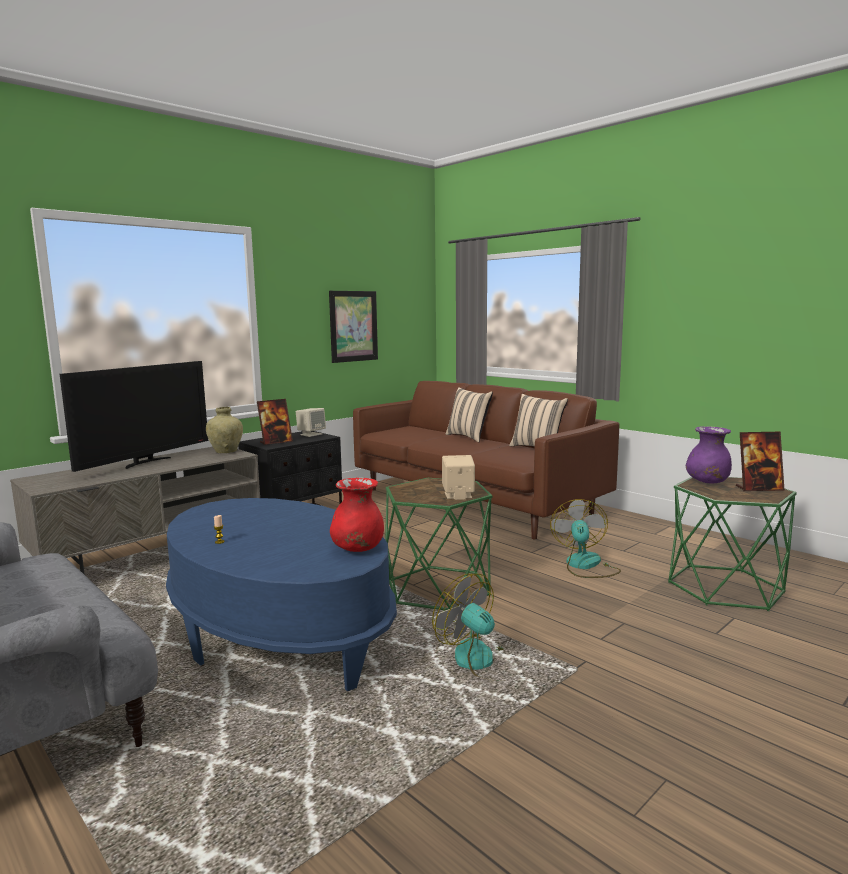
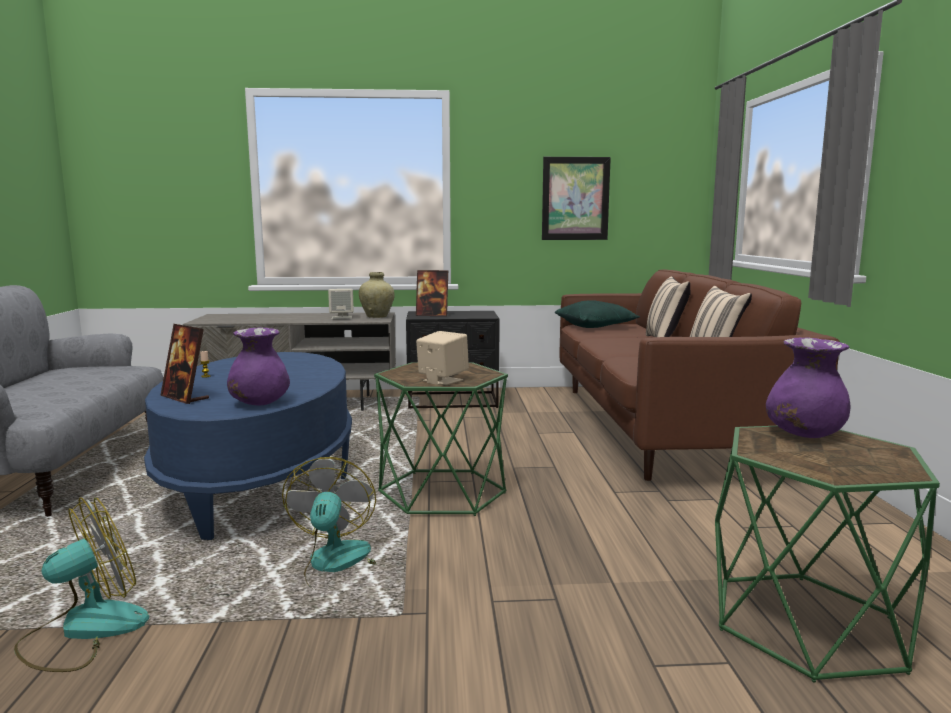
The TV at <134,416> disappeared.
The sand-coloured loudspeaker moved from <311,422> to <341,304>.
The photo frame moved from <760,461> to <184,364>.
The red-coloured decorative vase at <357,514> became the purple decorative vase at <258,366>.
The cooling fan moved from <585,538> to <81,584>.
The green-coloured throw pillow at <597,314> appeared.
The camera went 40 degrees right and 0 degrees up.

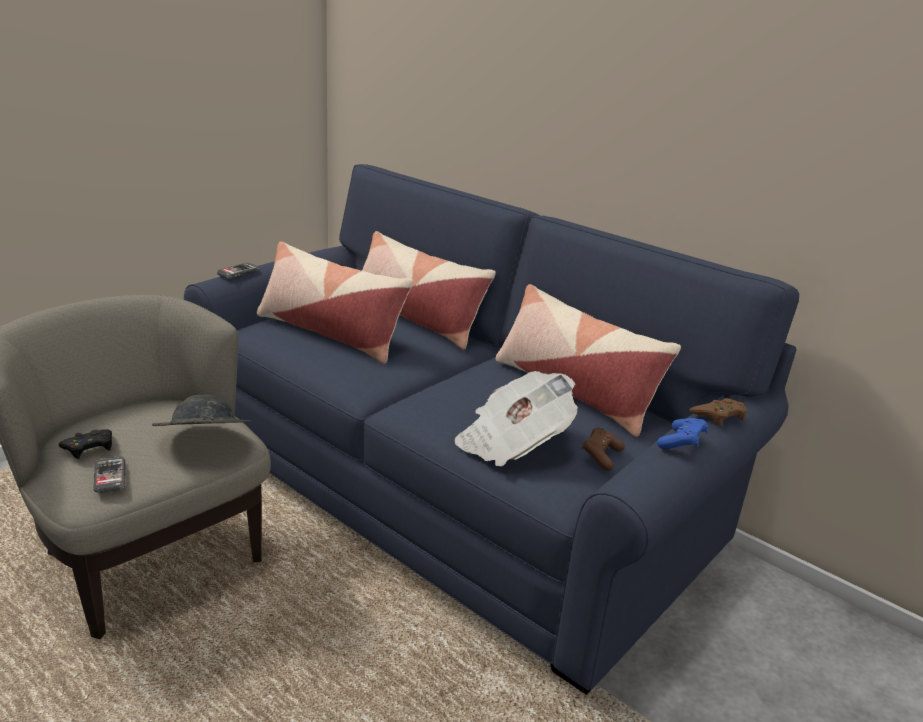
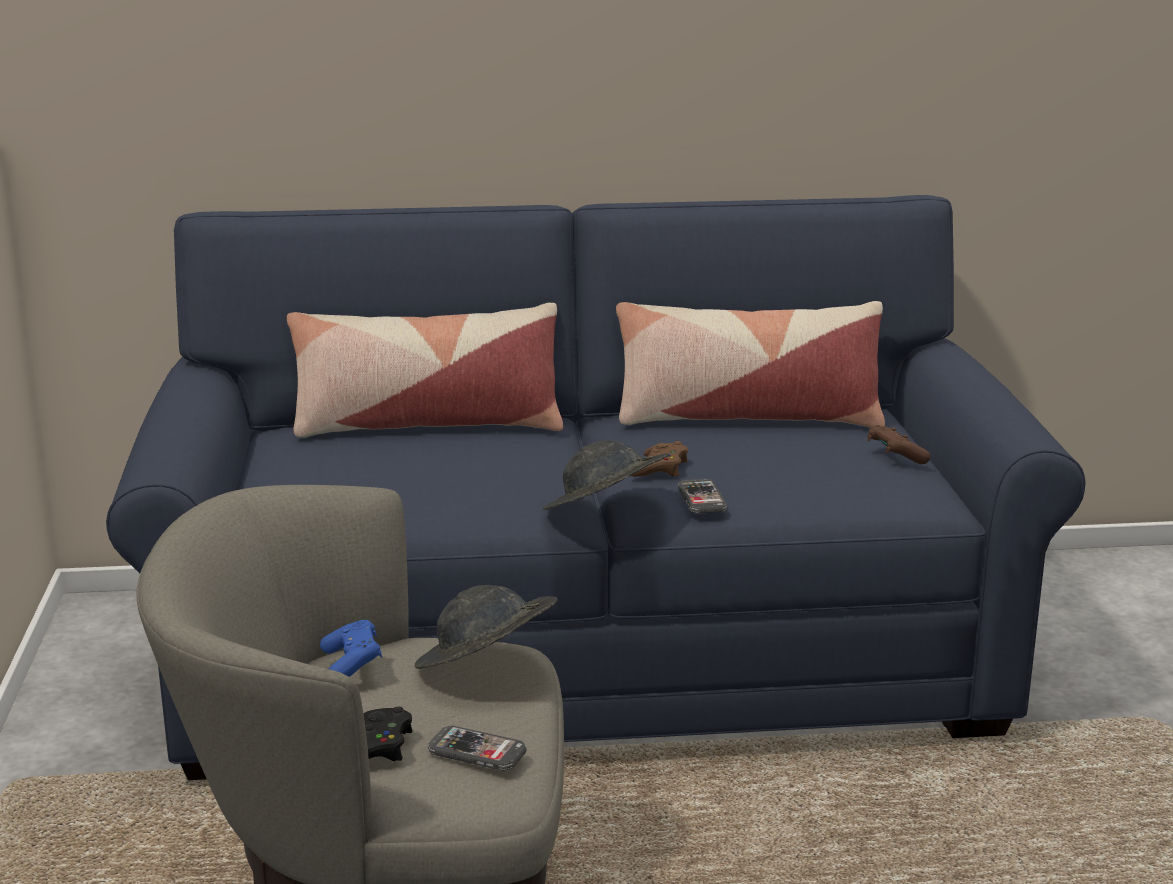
The throw pillow at <335,302> disappeared.
The handset moved from <238,271> to <703,496>.
The printed paper at <516,419> disappeared.
The brown-coloured joypad moved from <718,412> to <659,459>.
The blue joypad moved from <682,433> to <351,648>.
The greyish hat at <606,475> appeared.
The camera went 45 degrees left and 5 degrees down.

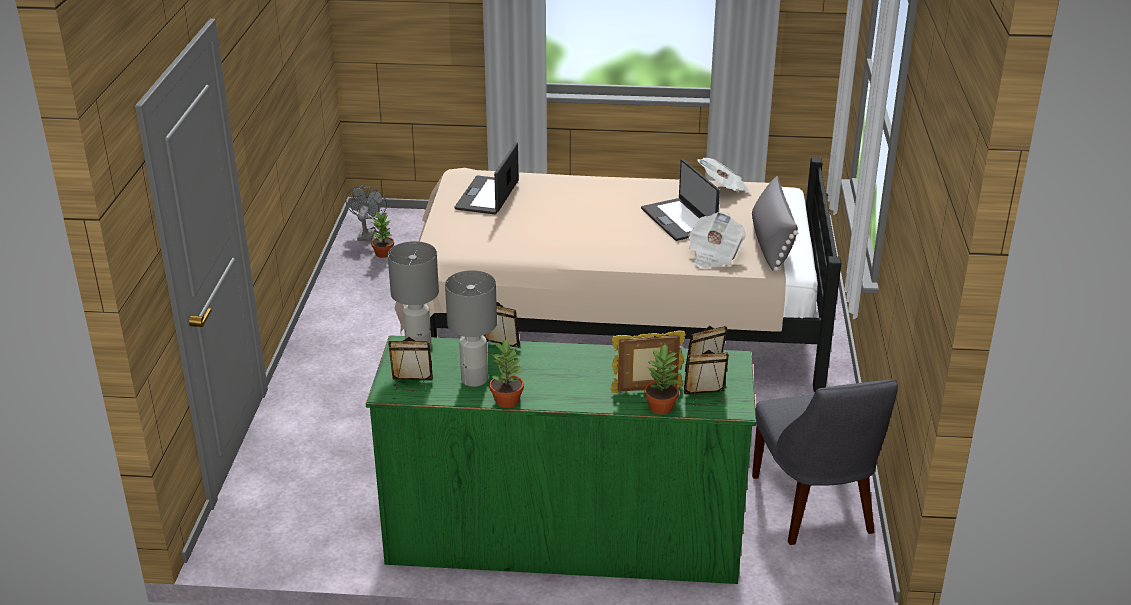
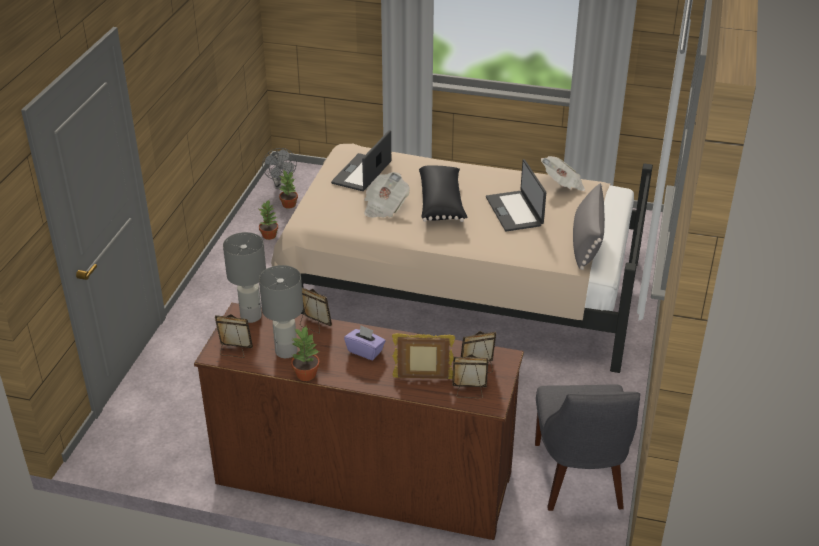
The greyish cooling fan at <366,213> turned 150 degrees clockwise.
The printed paper moved from <717,240> to <387,195>.
The green-coloured drawer chest at <561,459> became the brown-coloured drawer chest at <359,421>.
The houseplant moved from <662,379> to <268,220>.
The blackish throw pillow at <443,193> appeared.
The purple box of tissues at <365,342> appeared.
The camera went 10 degrees right and 5 degrees up.

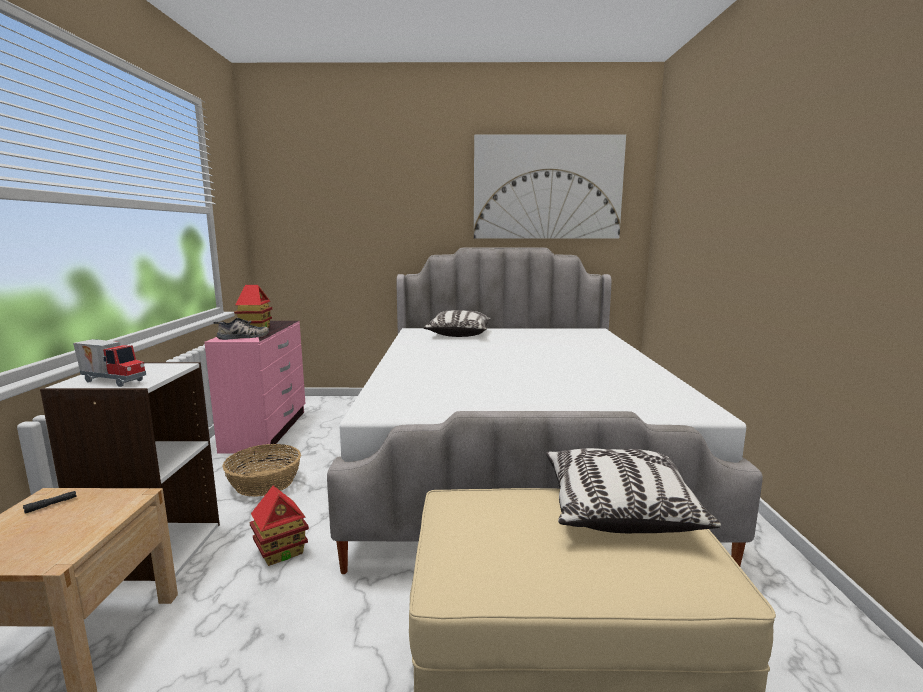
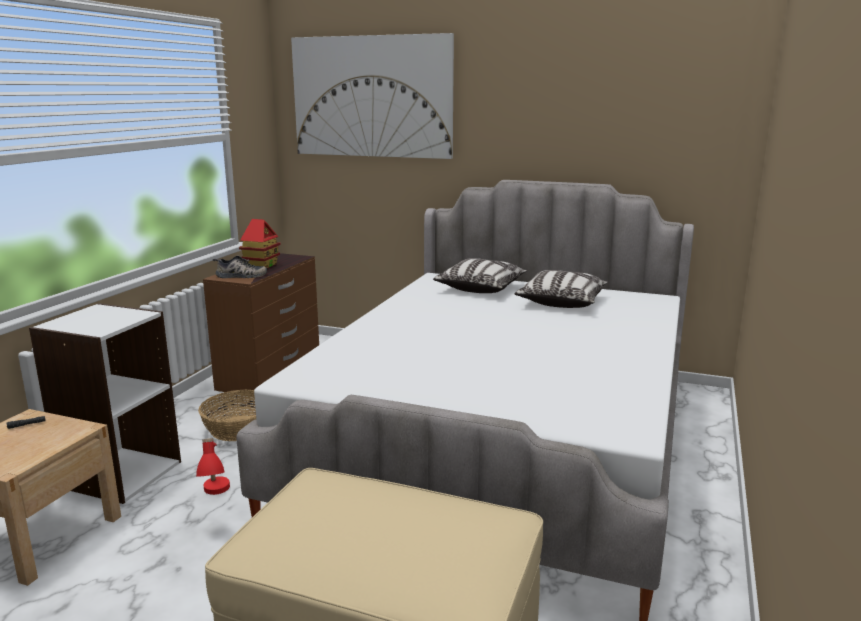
The picture moved from <550,186> to <372,96>.
The pinkish drawer chest at <254,387> became the brown-coloured drawer chest at <261,324>.
The toy lorry at <109,363> disappeared.
The throw pillow moved from <633,490> to <561,289>.
The toy house at <279,526> was replaced by the red-coloured tabletop lamp at <213,466>.
The camera went 20 degrees right and 5 degrees up.

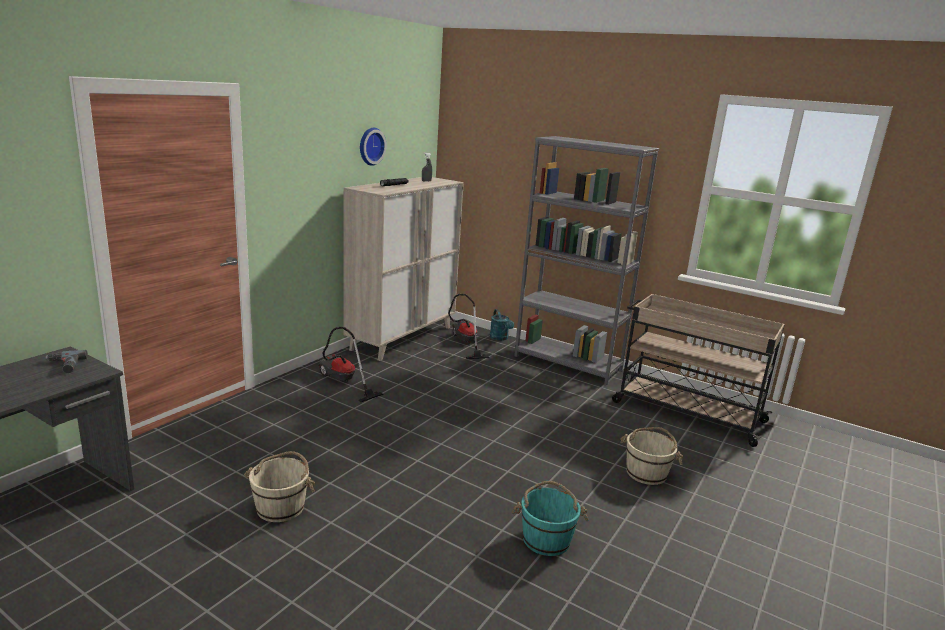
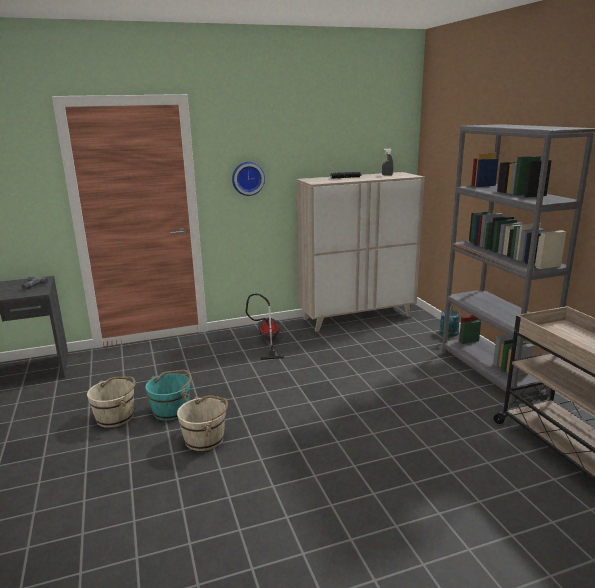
The wall clock moved from <373,147> to <248,179>.
The vacuum cleaner at <469,326> disappeared.
The sand-coloured bucket moved from <651,456> to <202,423>.
The turquoise-coloured bucket moved from <550,518> to <168,395>.
The camera went 40 degrees right and 0 degrees up.

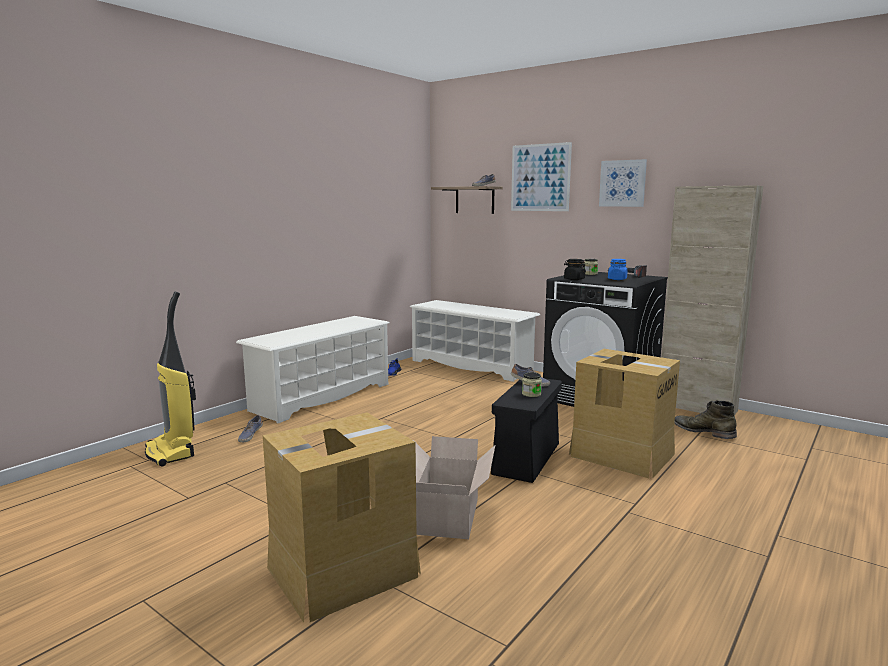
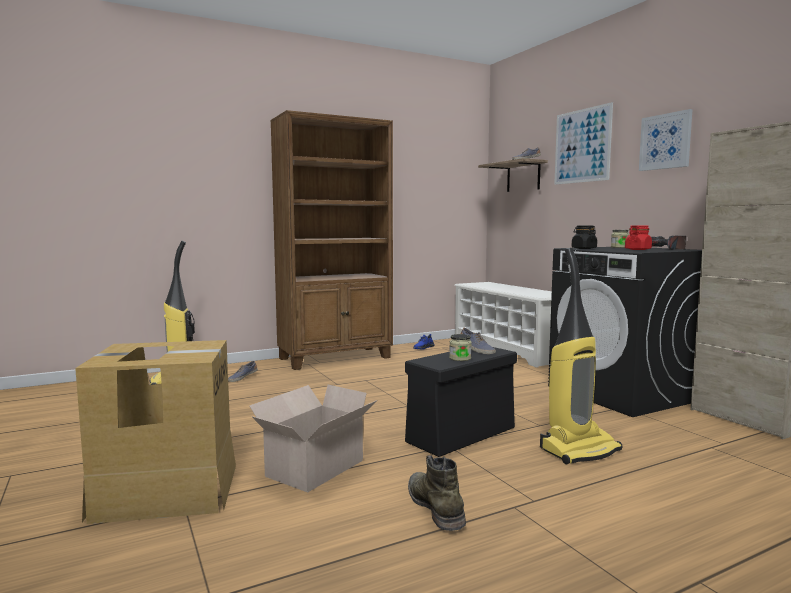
The blue jar at <617,269> became the red-coloured jar at <638,238>.
The white-coloured shoe rack at <312,369> was replaced by the brown-coloured bookshelf at <331,240>.
The cardboard box at <624,413> was replaced by the vacuum cleaner at <581,356>.
The green-coloured tall boot moved from <705,419> to <437,493>.
The camera went 25 degrees right and 5 degrees down.

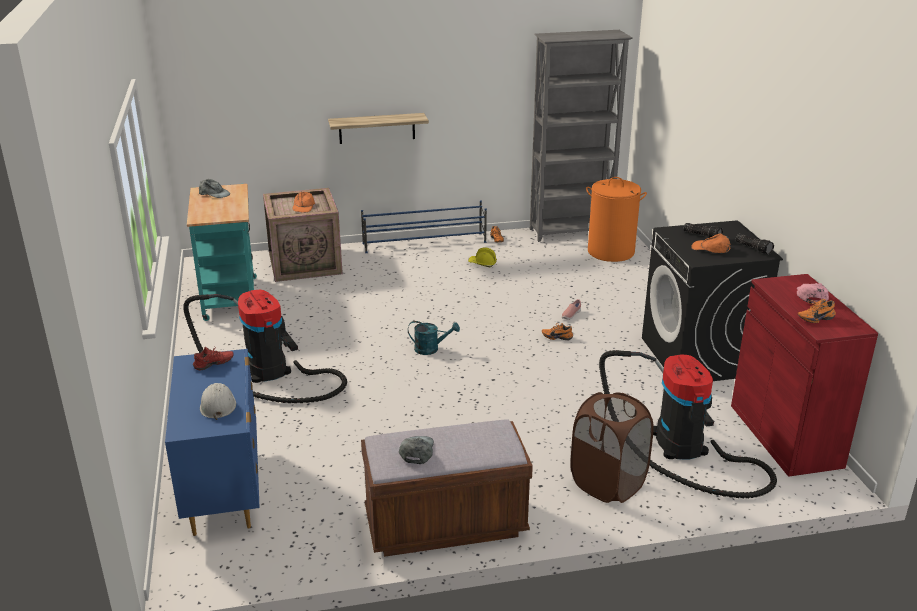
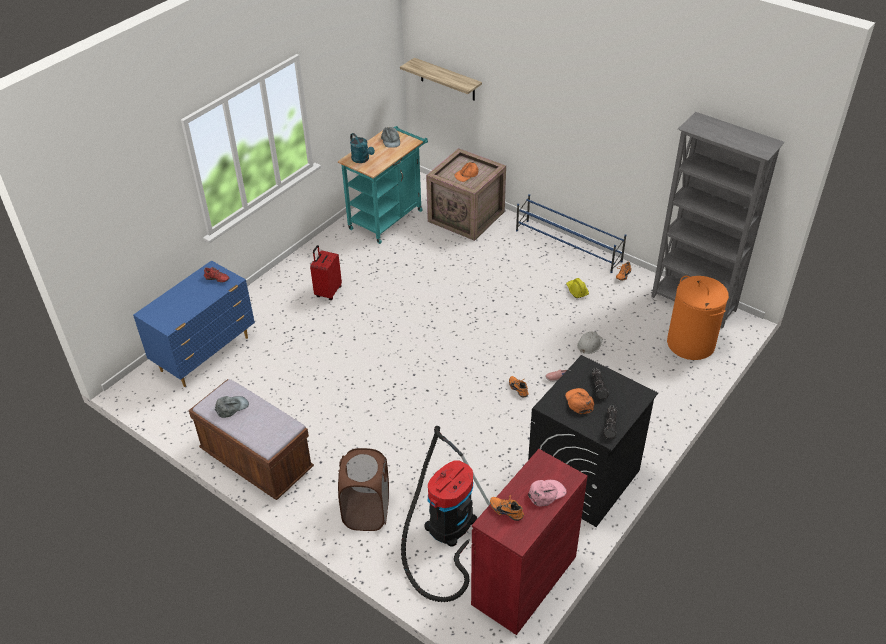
The bracket shelf moved from <378,128> to <441,79>.
The vacuum cleaner at <265,346> was replaced by the red-coloured piece of luggage at <326,272>.
The turquoise-coloured watering pot moved from <434,338> to <362,148>.
The white-coloured work helmet moved from <218,401> to <590,342>.
The camera went 50 degrees right and 15 degrees up.

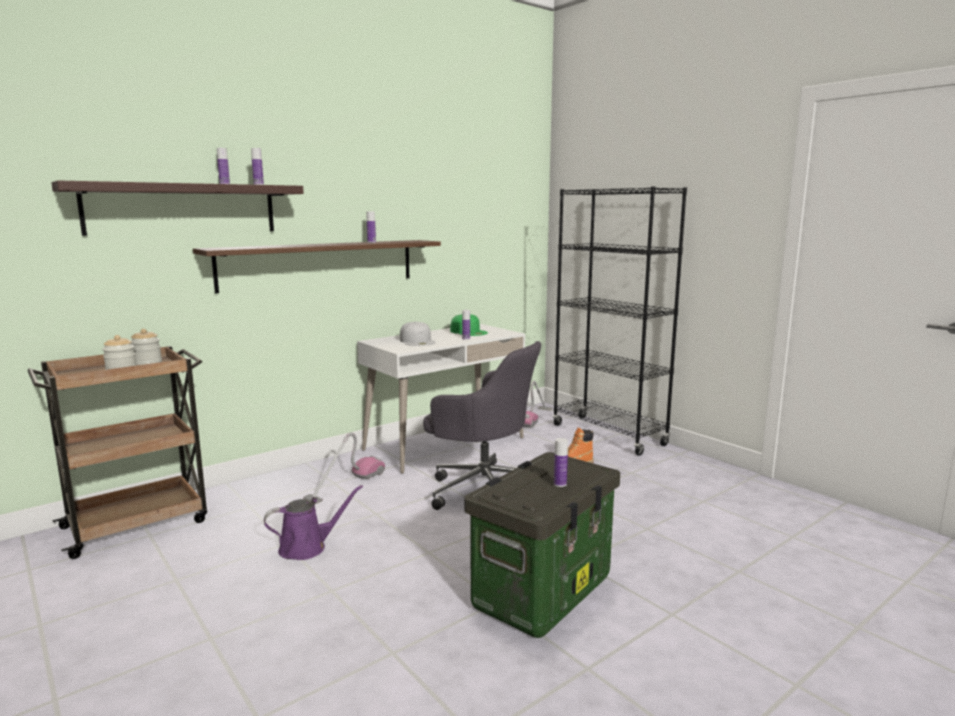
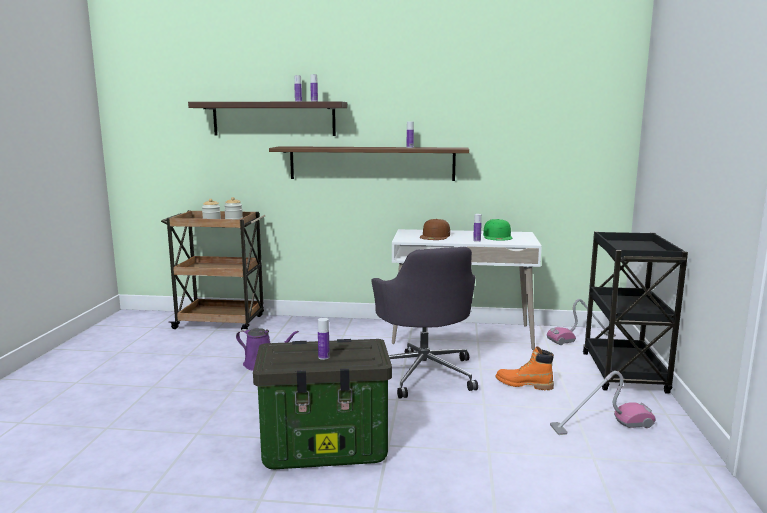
The blackish bookshelf at <620,321> was replaced by the blackish trolley at <635,312>.
The white-coloured baseball cap at <417,334> became the brown-coloured baseball cap at <435,229>.
The vacuum cleaner moved from <344,468> to <602,403>.
The camera went 45 degrees right and 0 degrees up.

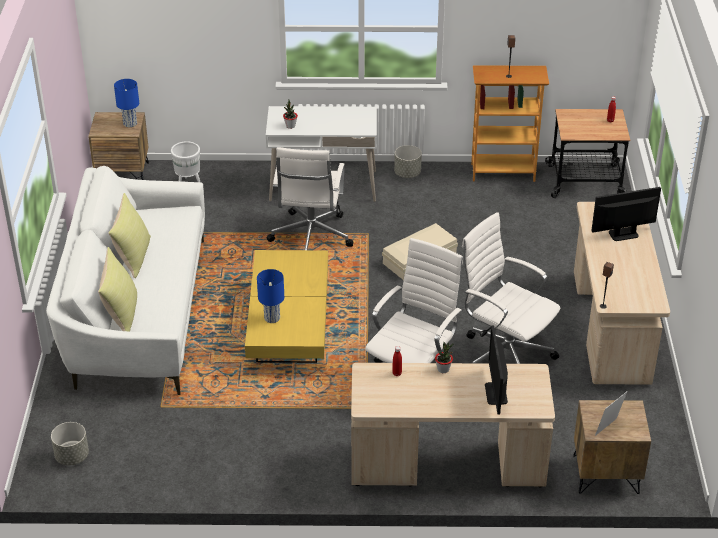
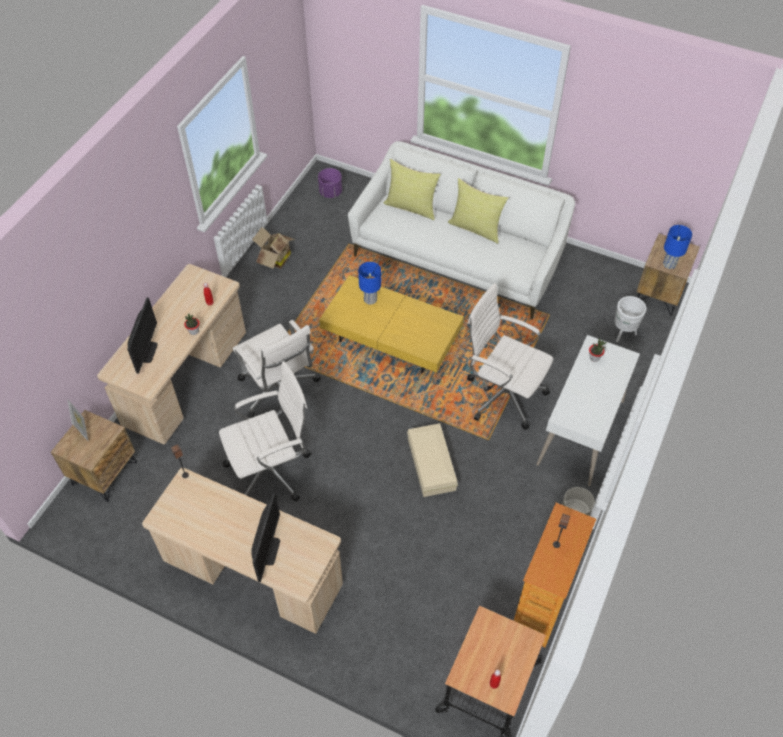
The computer screen at <496,370> turned 75 degrees clockwise.
The greyish planter at <70,443> became the purple planter at <330,183>.
The cardboard box at <273,248> appeared.
The camera went 115 degrees right and 15 degrees up.

